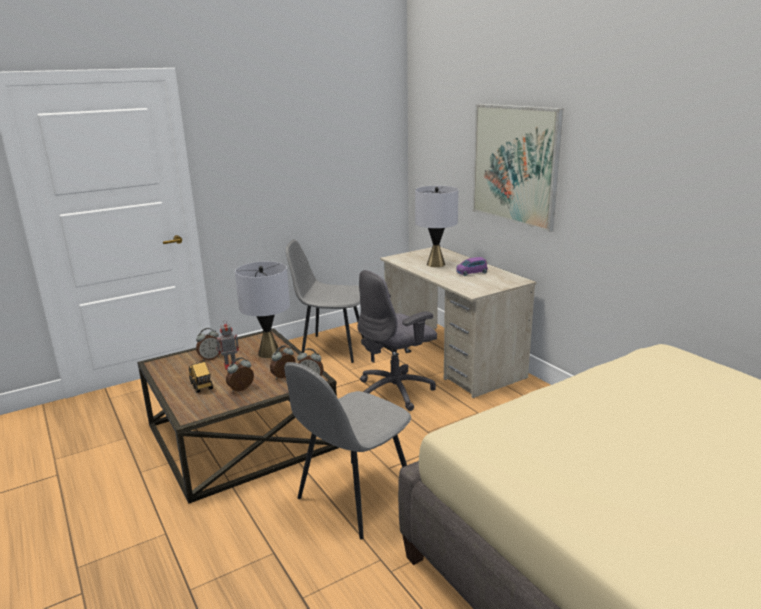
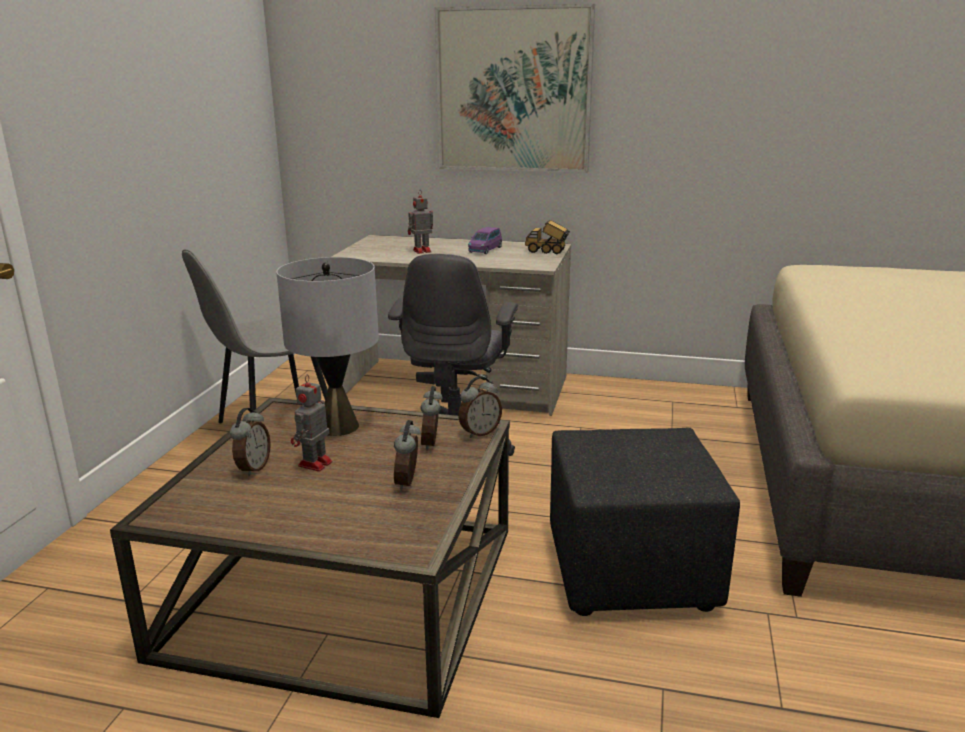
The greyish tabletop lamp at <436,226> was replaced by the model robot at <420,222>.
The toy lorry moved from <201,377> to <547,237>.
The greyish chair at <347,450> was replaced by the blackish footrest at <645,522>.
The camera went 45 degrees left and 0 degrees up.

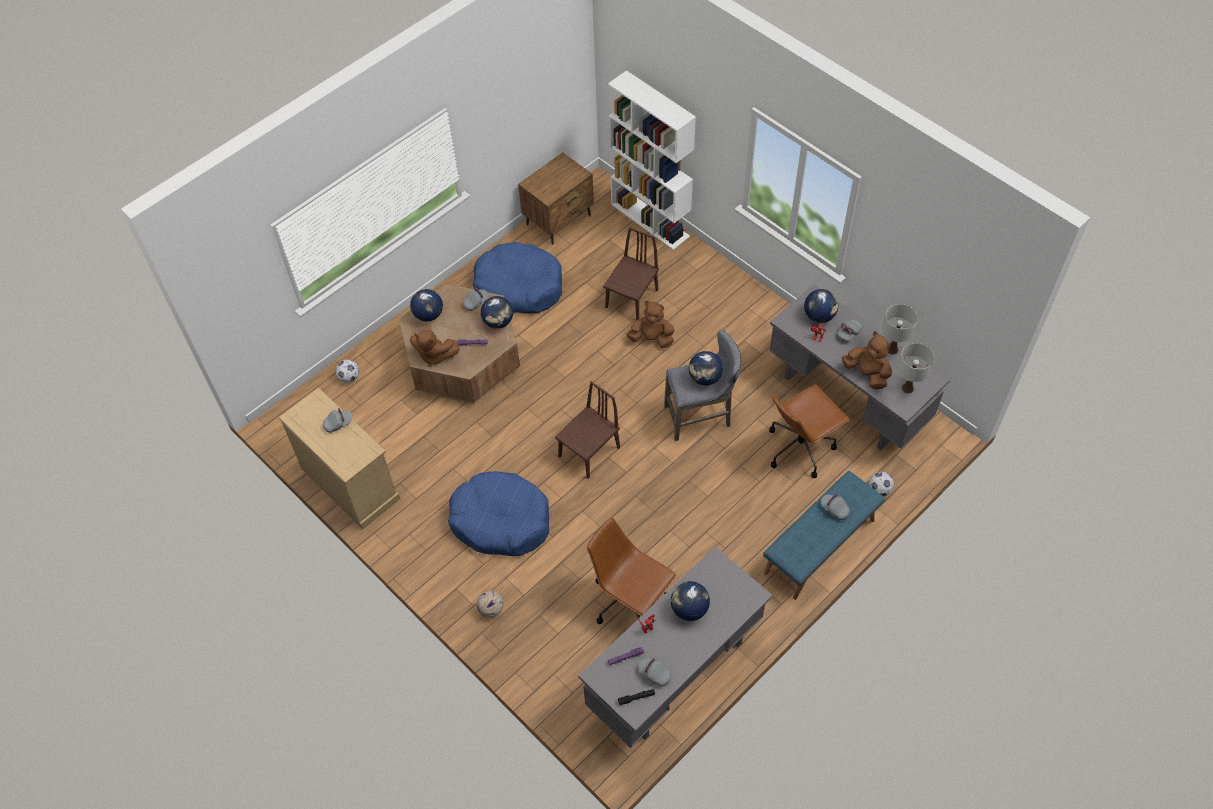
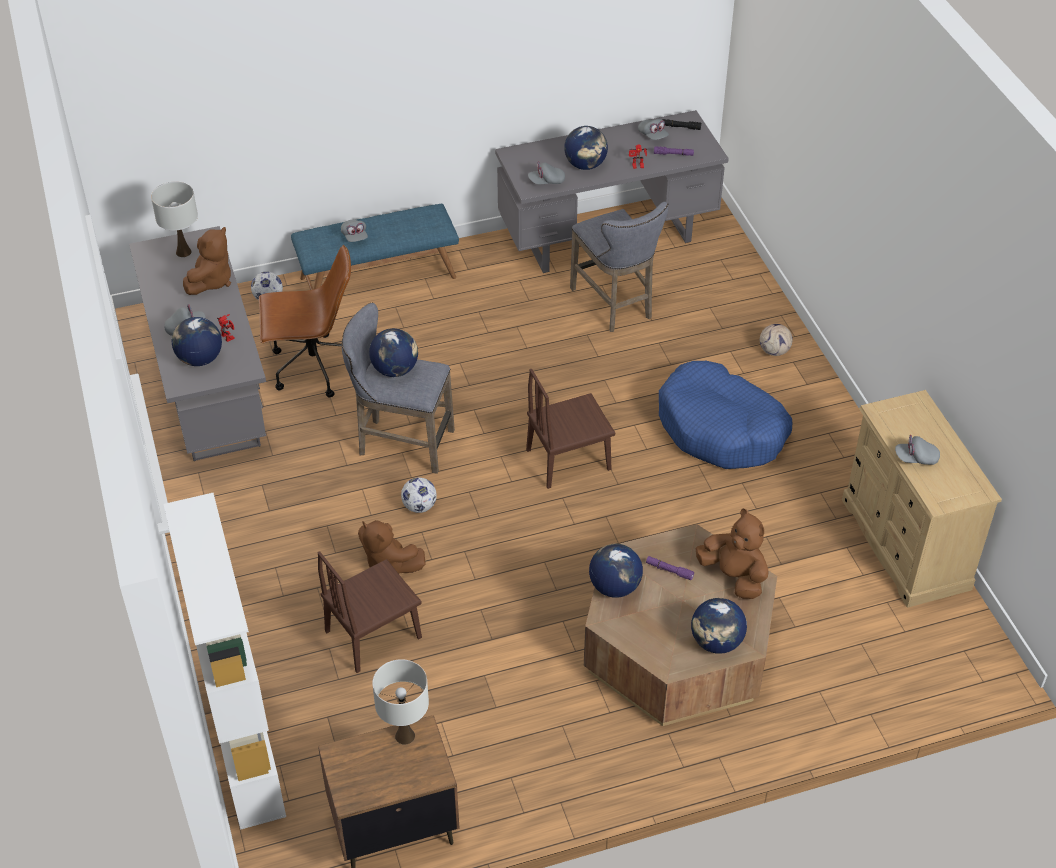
The blue pet bed at <517,278> disappeared.
The greyish baseball cap moved from <475,299> to <546,172>.
The white-coloured tabletop lamp moved from <900,329> to <400,702>.
The brown-coloured plush toy at <867,360> turned 135 degrees counterclockwise.
The ball for football moved from <348,371> to <419,495>.
The brown-coloured computer chair at <631,571> was replaced by the greyish stool at <619,267>.
The camera went 155 degrees left and 10 degrees down.

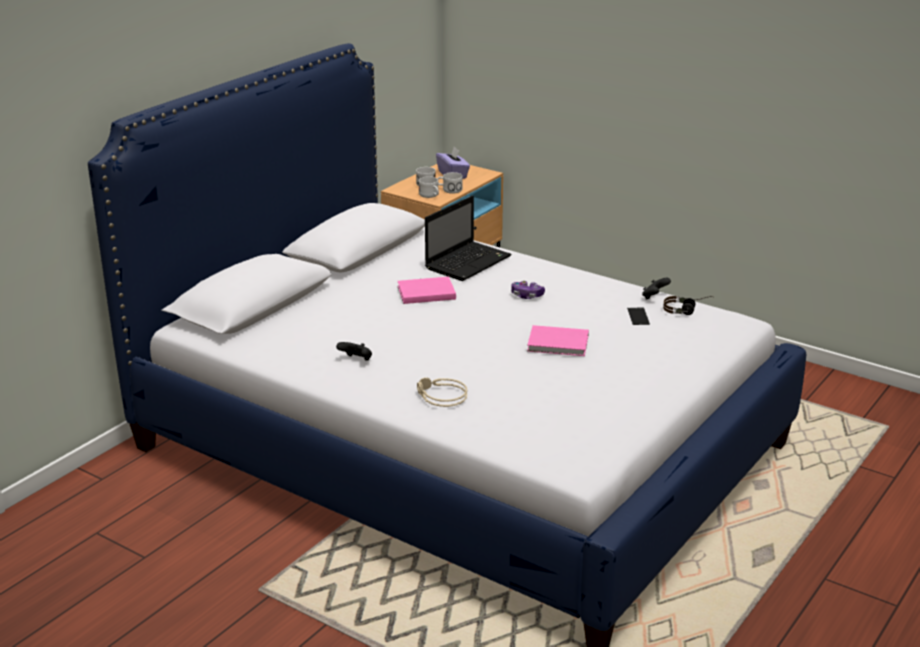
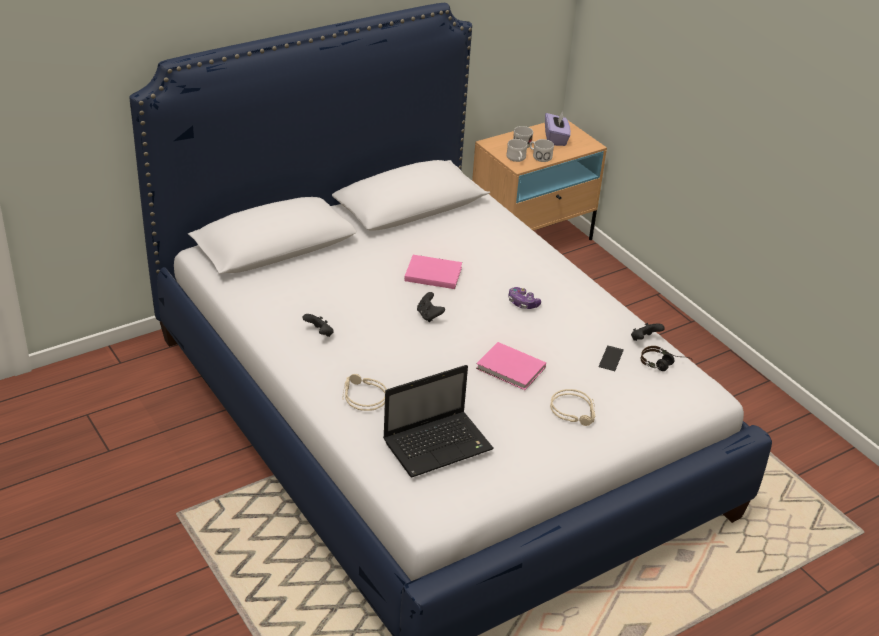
The laptop moved from <468,238> to <438,421>.
The blackish joypad at <431,307> appeared.
The sand-coloured headphones at <572,407> appeared.
The camera went 20 degrees right and 10 degrees up.

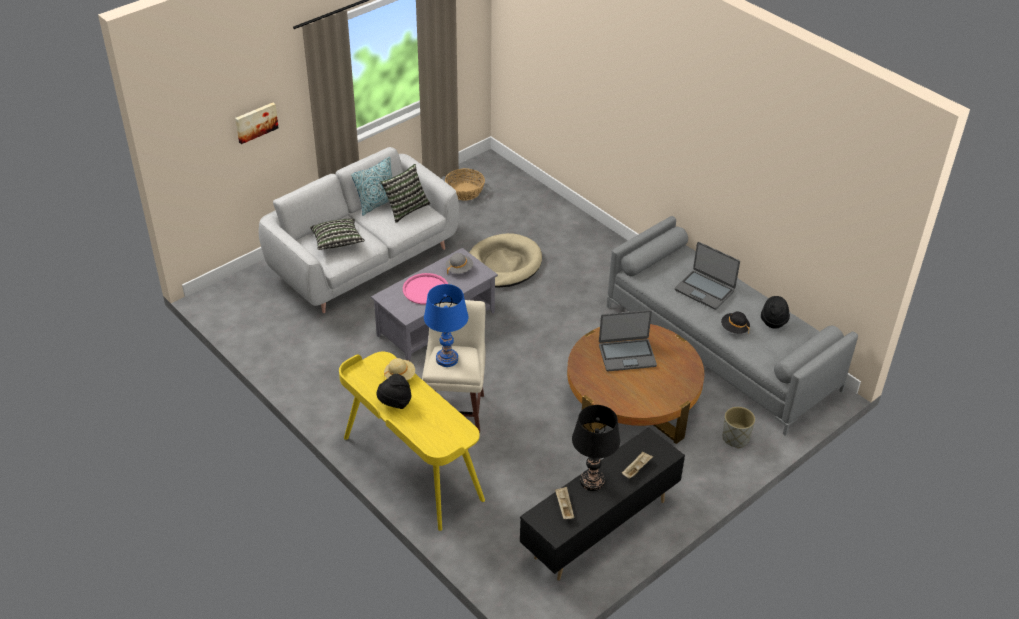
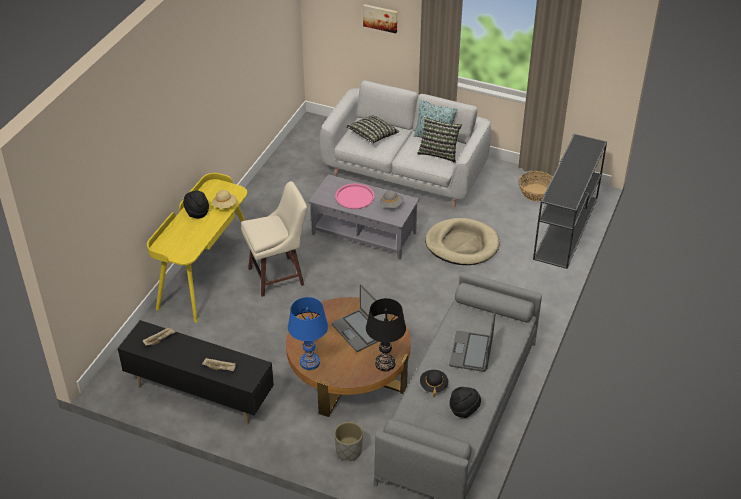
The blue tabletop lamp moved from <446,325> to <308,333>.
The blackish tabletop lamp moved from <596,448> to <386,334>.
The blackish console table at <570,201> appeared.
The camera went 65 degrees right and 0 degrees up.

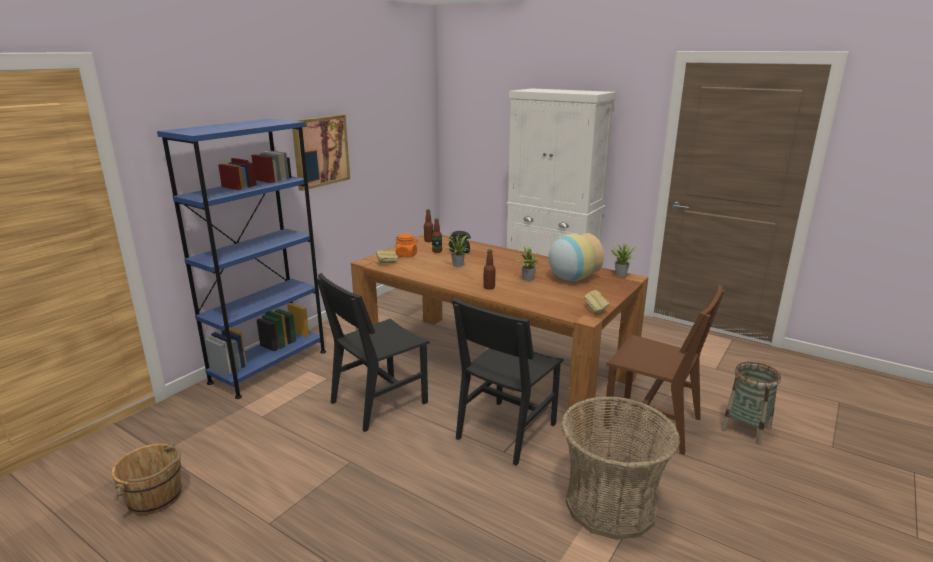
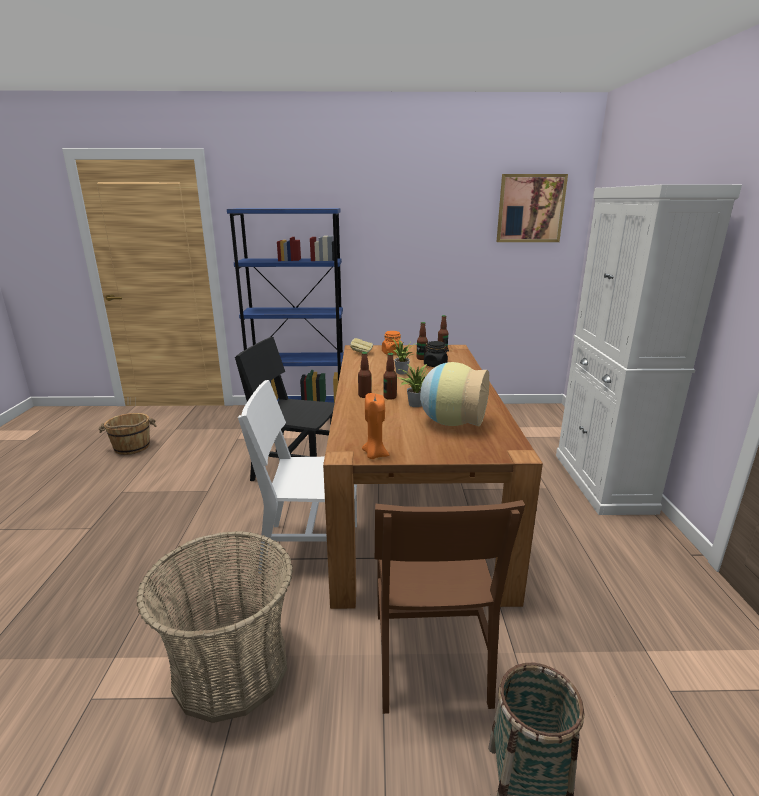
The picture moved from <321,153> to <532,208>.
The houseplant at <624,259> disappeared.
The bakery bread at <596,302> was replaced by the orangey candle at <375,426>.
The blackish chair at <508,382> became the white-coloured chair at <297,477>.
The beverage bottle at <390,376> appeared.
The camera went 55 degrees right and 0 degrees up.

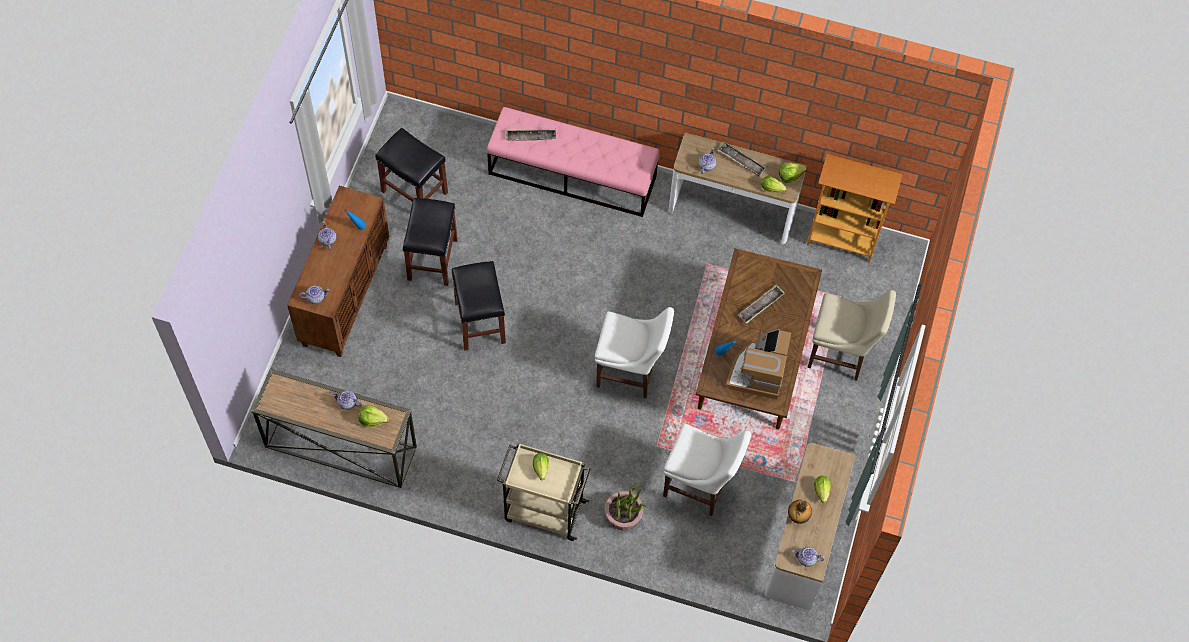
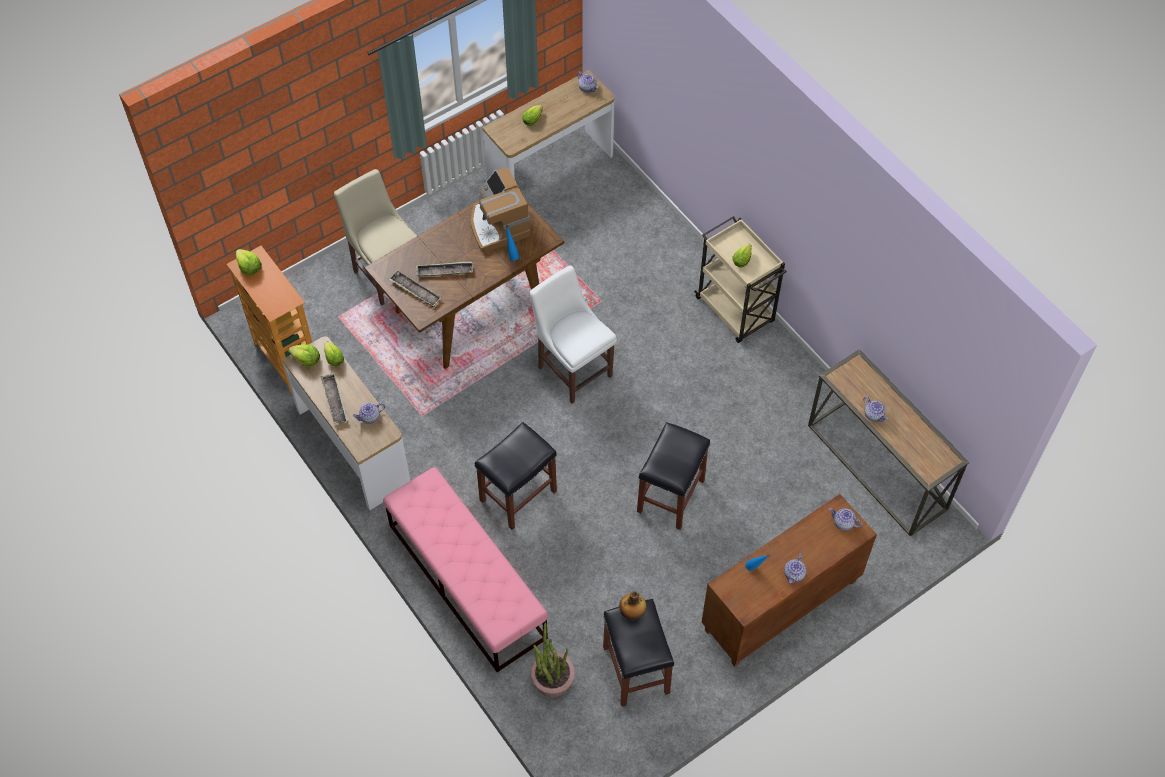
The serving tray moved from <531,135> to <415,288>.
The blackish stool moved from <430,242> to <516,476>.
The coffee machine at <758,364> turned 105 degrees clockwise.
The lettuce head moved from <373,416> to <249,262>.
The white-coloured chair at <707,470> disappeared.
The houseplant moved from <626,507> to <552,660>.
The beverage bottle moved from <800,512> to <633,605>.
The camera went 140 degrees left and 5 degrees down.

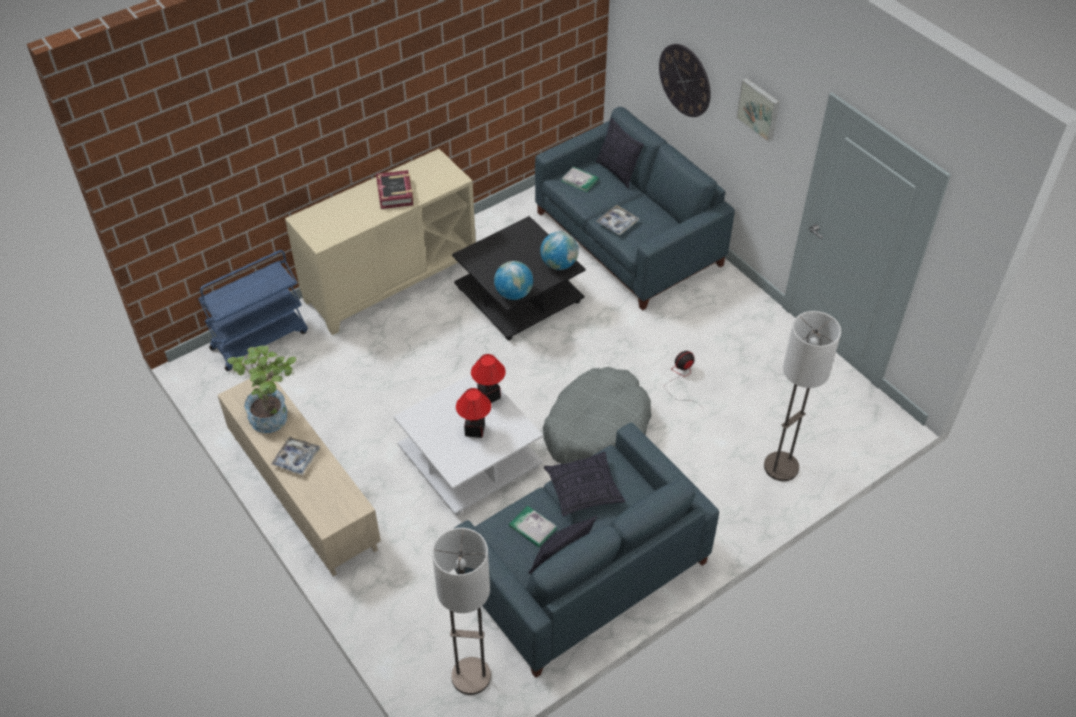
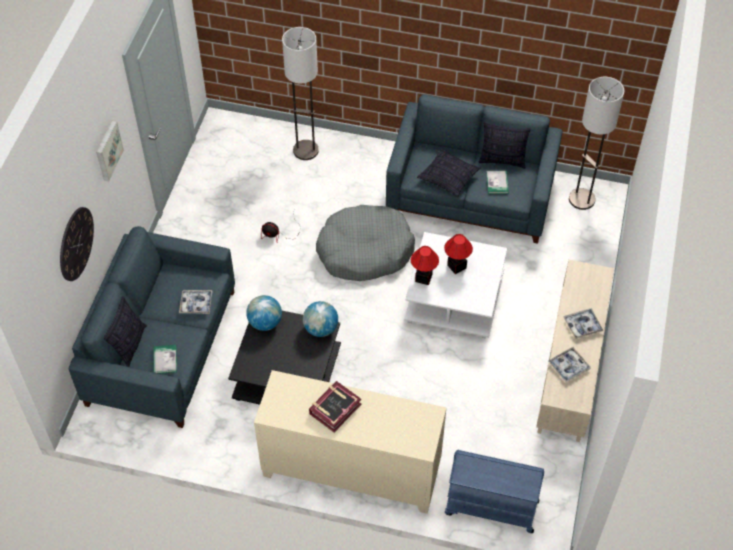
The houseplant at <261,389> was replaced by the serving tray at <570,365>.
The camera went 130 degrees left and 5 degrees up.

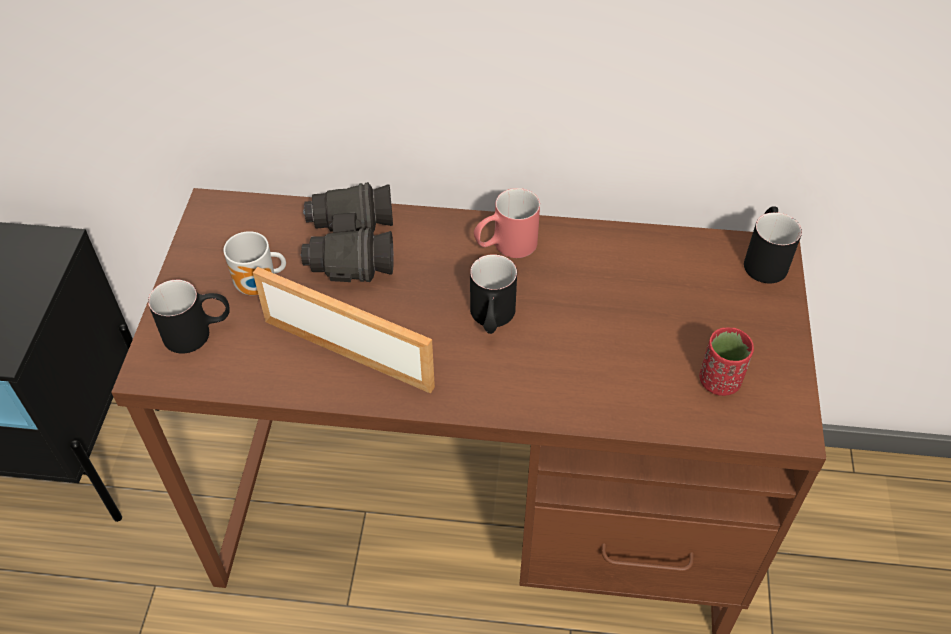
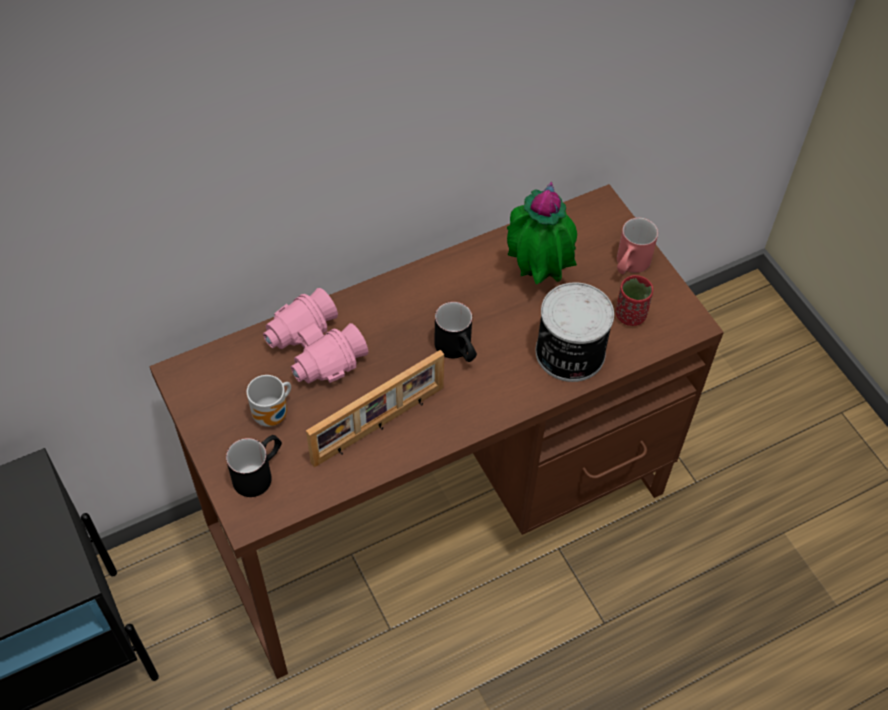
The blackish field glasses at <347,232> became the pinkish field glasses at <315,335>.
The red-coloured tea mug moved from <507,223> to <637,246>.
The blackish tea mug at <773,244> disappeared.
The photo frame at <344,330> turned 150 degrees clockwise.
The houseplant at <542,233> appeared.
The can at <574,332> appeared.
The camera went 35 degrees left and 5 degrees up.

